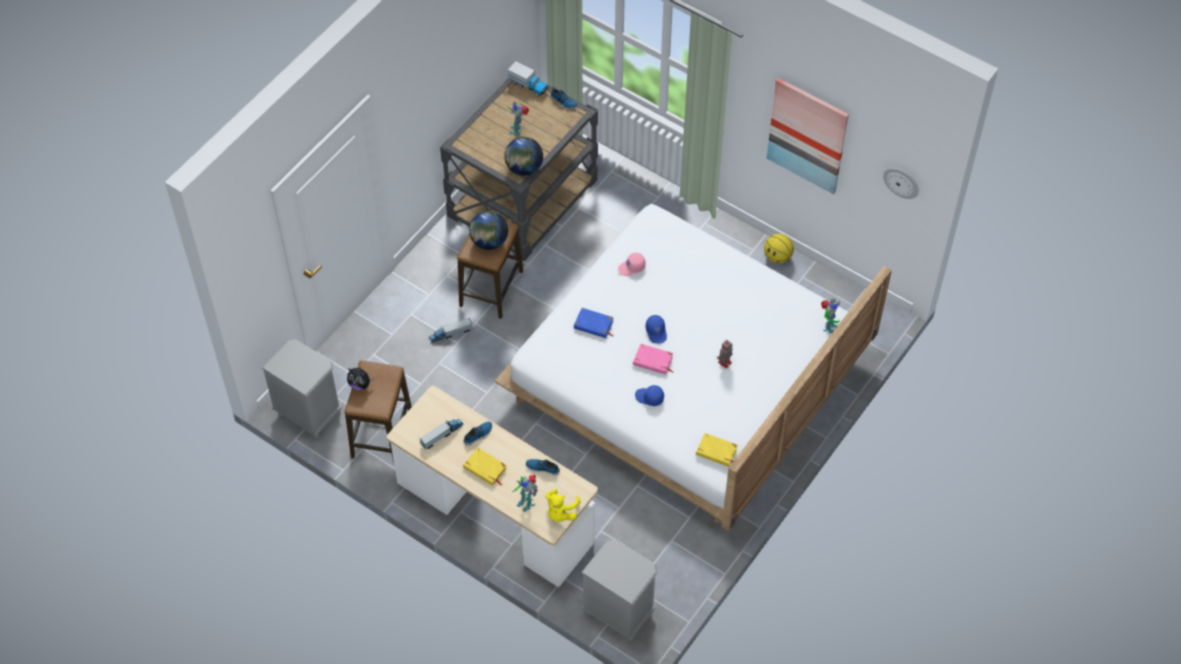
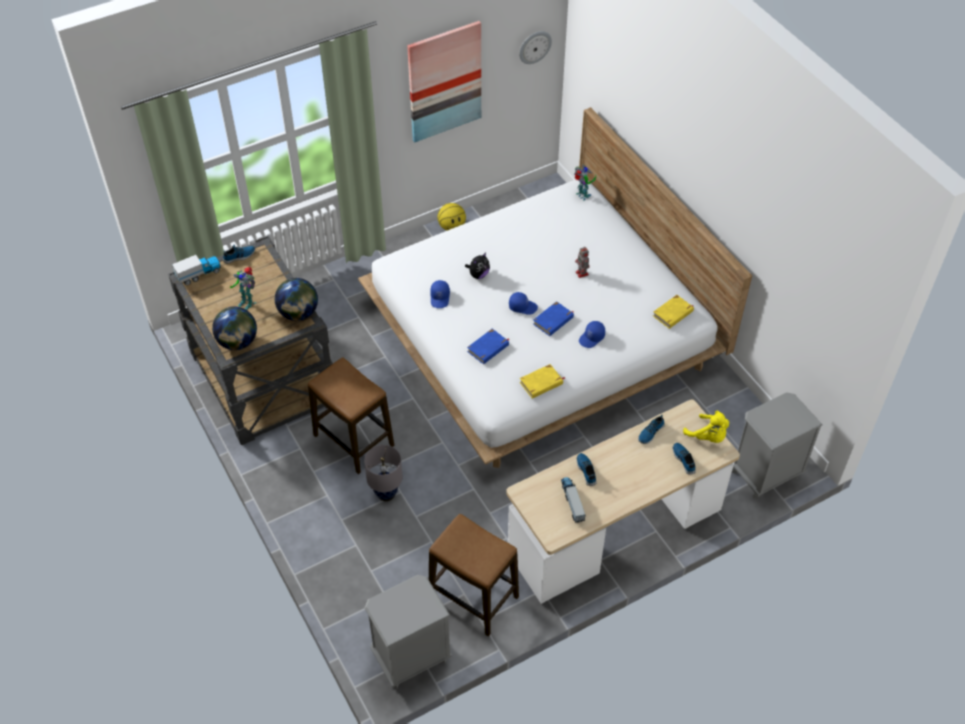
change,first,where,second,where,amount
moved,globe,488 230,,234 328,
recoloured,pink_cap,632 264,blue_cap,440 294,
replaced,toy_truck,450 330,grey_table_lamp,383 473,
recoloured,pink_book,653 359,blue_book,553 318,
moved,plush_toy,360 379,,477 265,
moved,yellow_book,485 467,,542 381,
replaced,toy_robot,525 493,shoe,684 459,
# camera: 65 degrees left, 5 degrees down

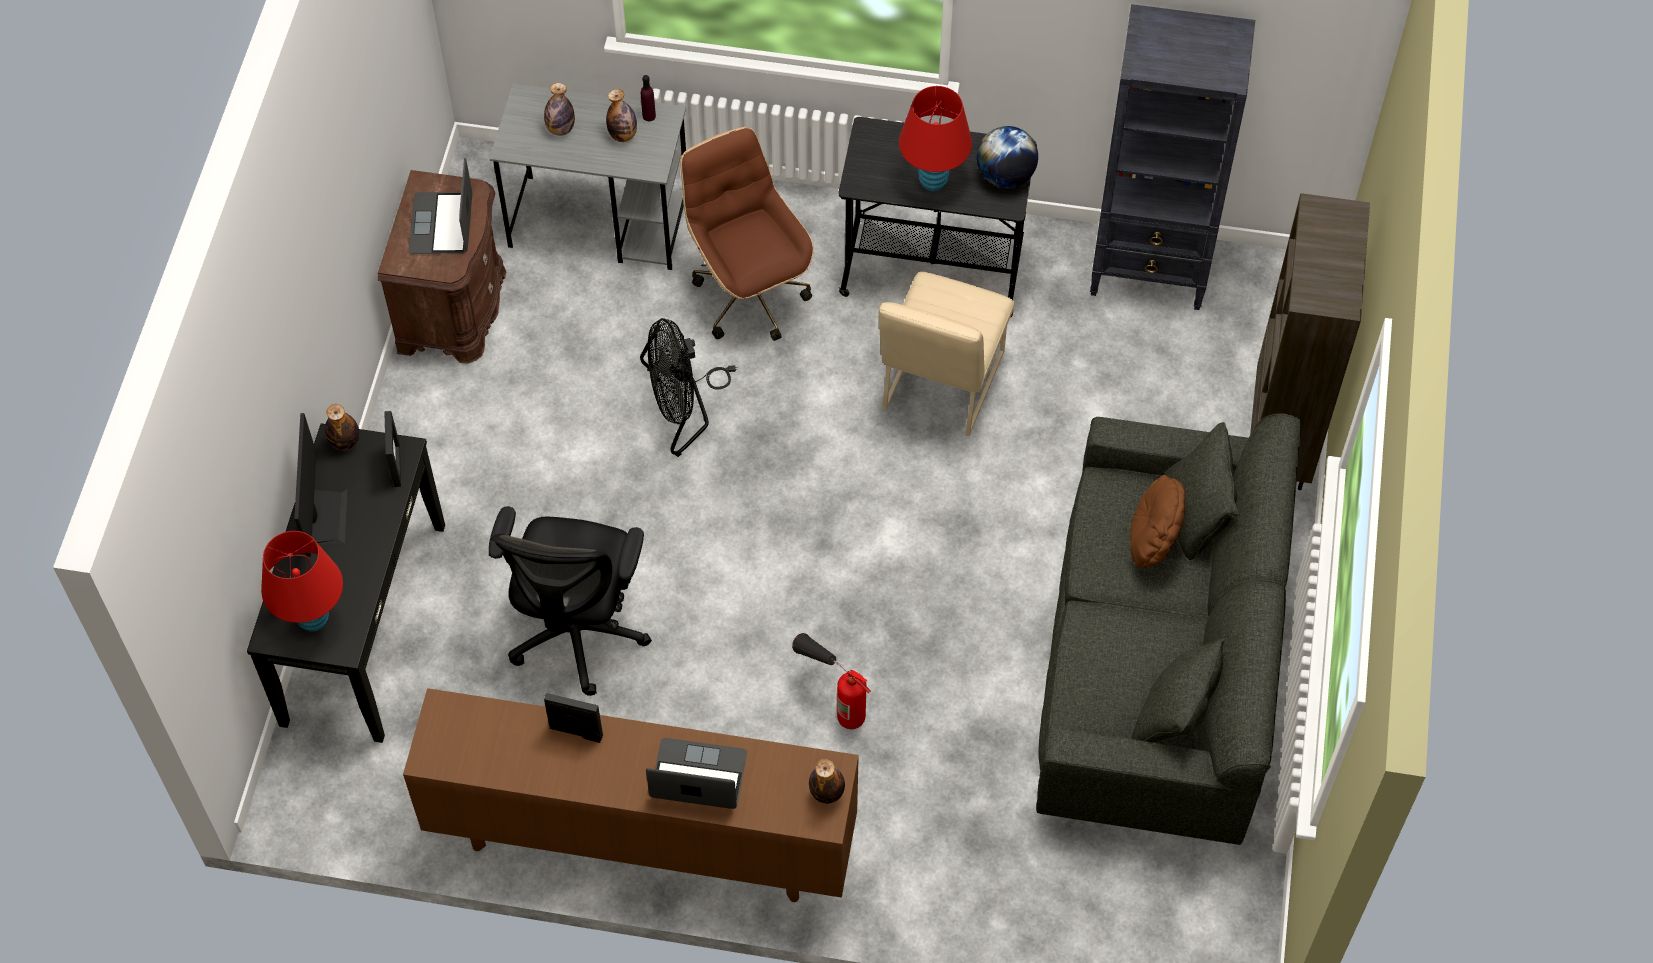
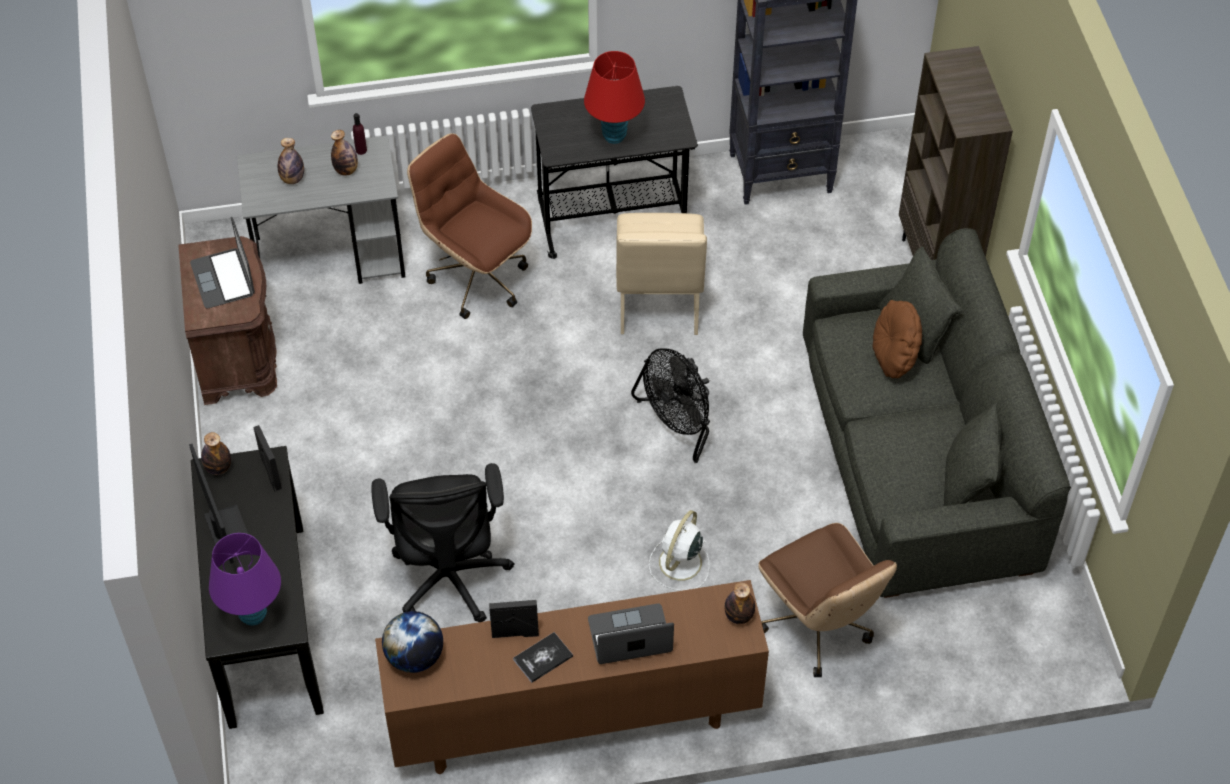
change,first,where,second,where,amount
moved,globe,1007 157,,412 642,
moved,black_fan,688 387,,670 405,
recoloured,red_table_lamp,302 581,purple_table_lamp,245 579,
replaced,fire_extinguisher,831 681,white_fan,679 550,
added,,,brown_office_chair,827 600,
added,,,book,543 657,
# camera: 20 degrees left, 5 degrees down

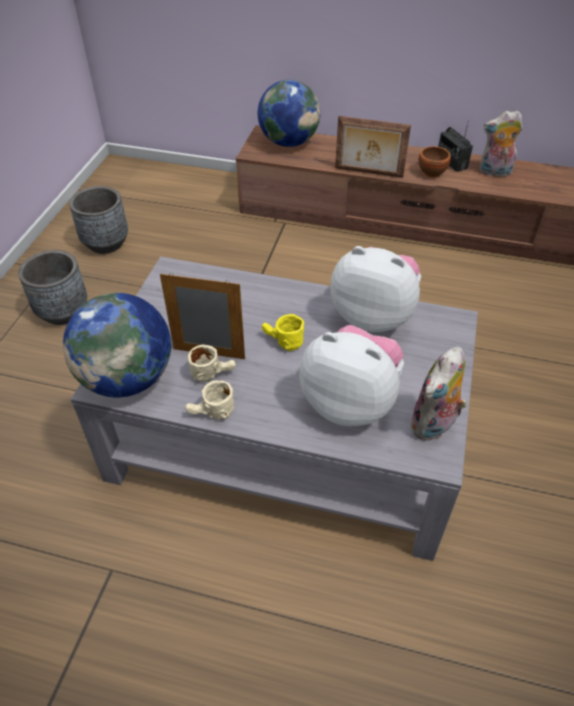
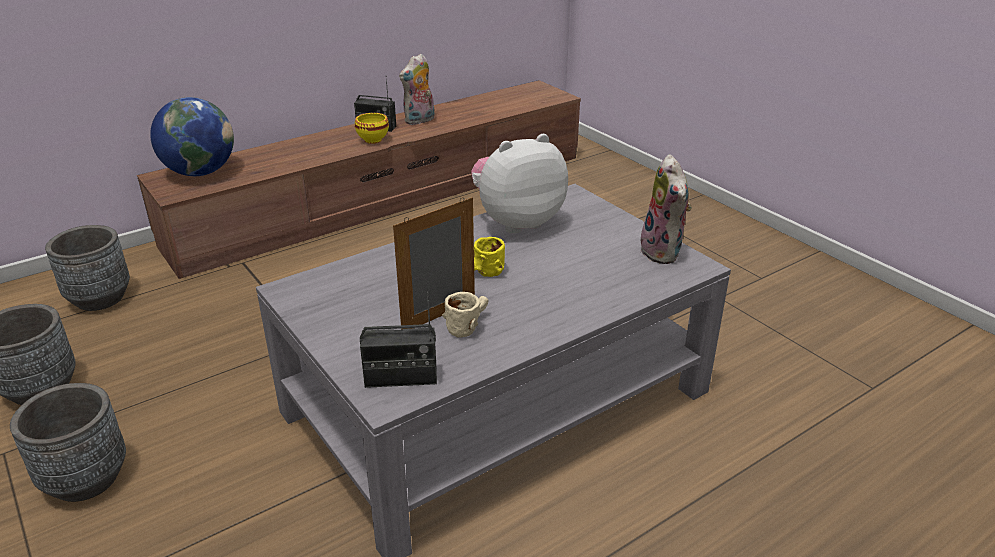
change,first,where,second,where,amount
removed,picture_frame,373 147,,,
recoloured,brown_bowl,434 162,yellow_bowl,372 128,
replaced,globe,117 345,radio,398 340,
removed,plush_toy,351 375,,,
removed,beige_mug,209 400,,,
added,,,grey_planter,87 268,
# camera: 50 degrees left, 15 degrees down

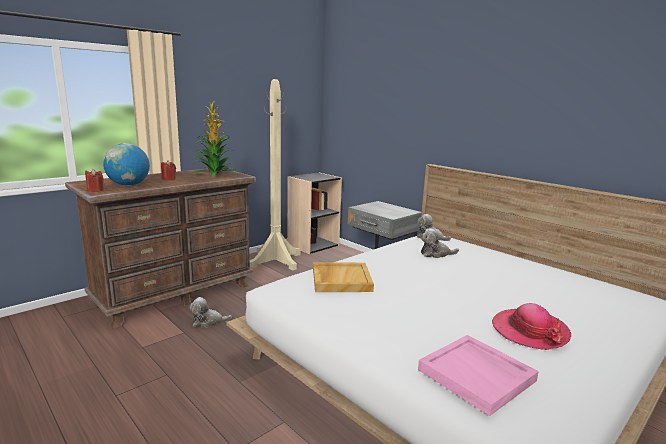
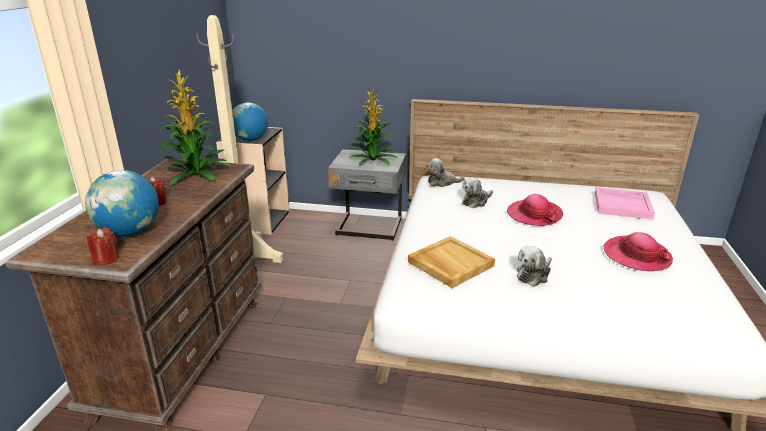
change,first,where,second,where,amount
moved,plush_toy,210 312,,534 266,
moved,pink_tray,478 375,,625 203,
added,,,potted_plant,373 127,
added,,,globe,250 121,
added,,,hat,535 210,
# camera: 35 degrees left, 10 degrees up

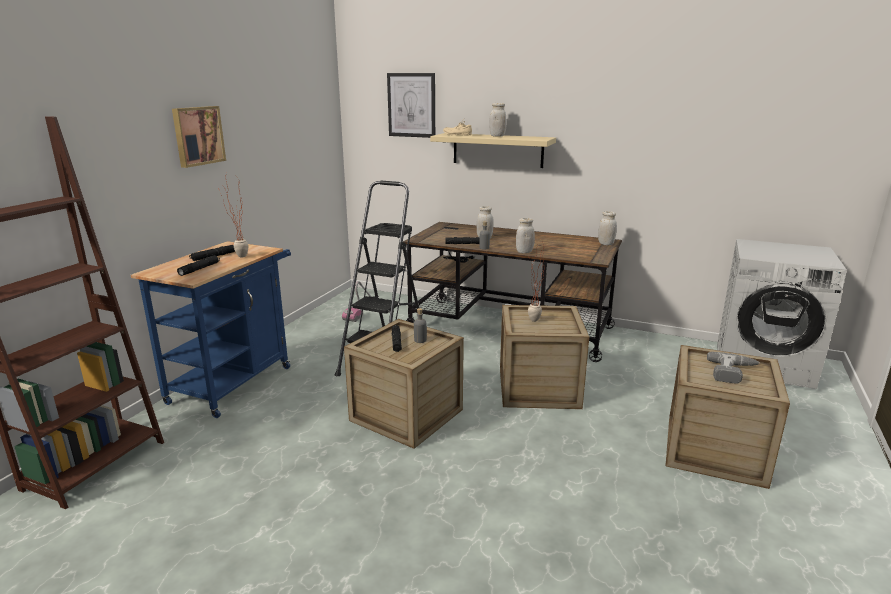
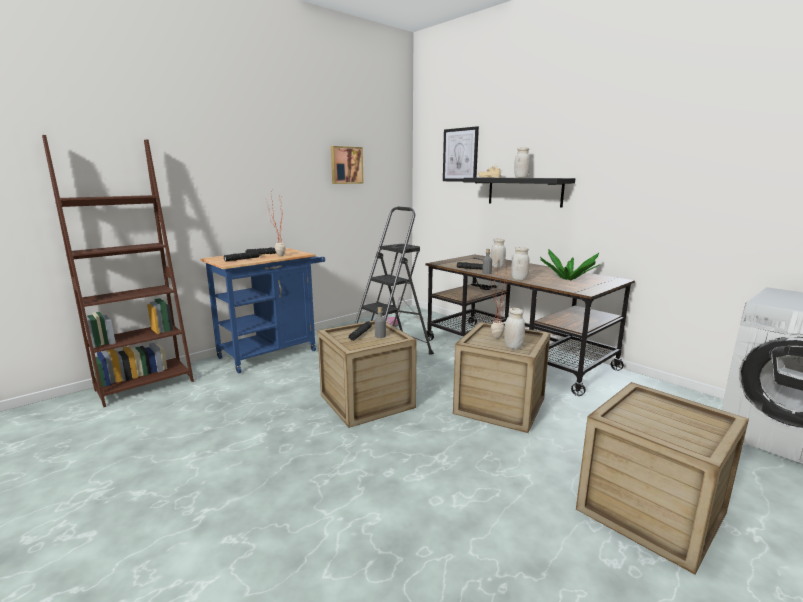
change,first,where,second,where,amount
moved,picture,199 137,,347 165,
recoloured,beige_shelf,493 150,black_shelf,519 193,
moved,white_jar,607 228,,514 328,
removed,power_drill,733 368,,,
added,,,potted_plant,570 265,
# camera: 25 degrees right, 5 degrees down

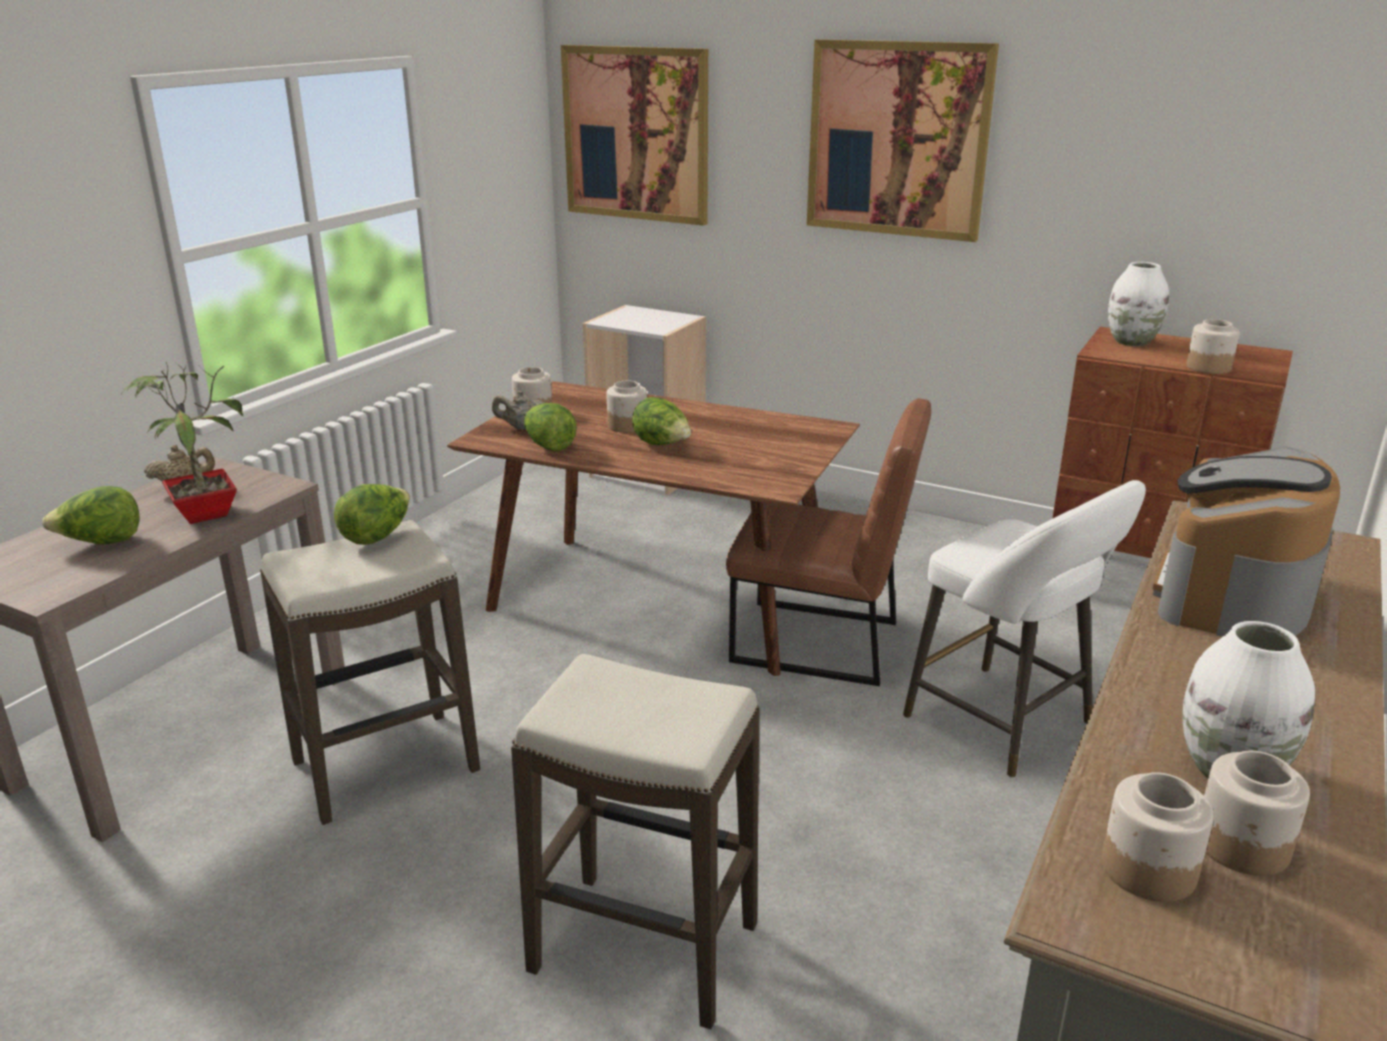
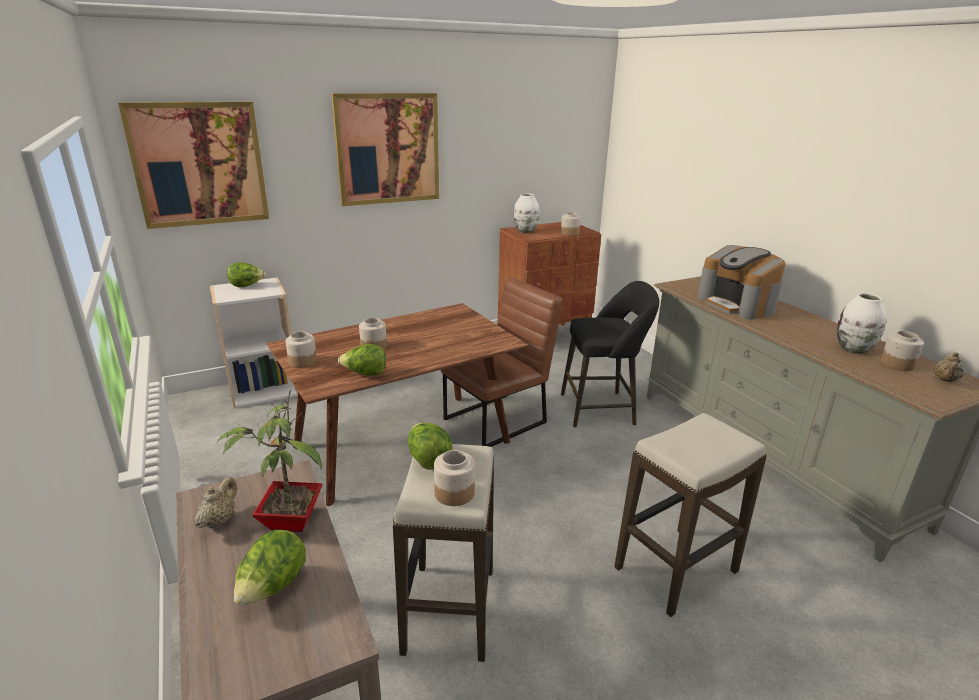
change,first,where,second,where,amount
moved,beige_teapot,518 410,,949 367,
moved,lettuce,661 421,,246 274,
recoloured,white_stool,1024 629,black_stool,610 354,
moved,jar,1158 837,,454 478,
# camera: 55 degrees left, 0 degrees up

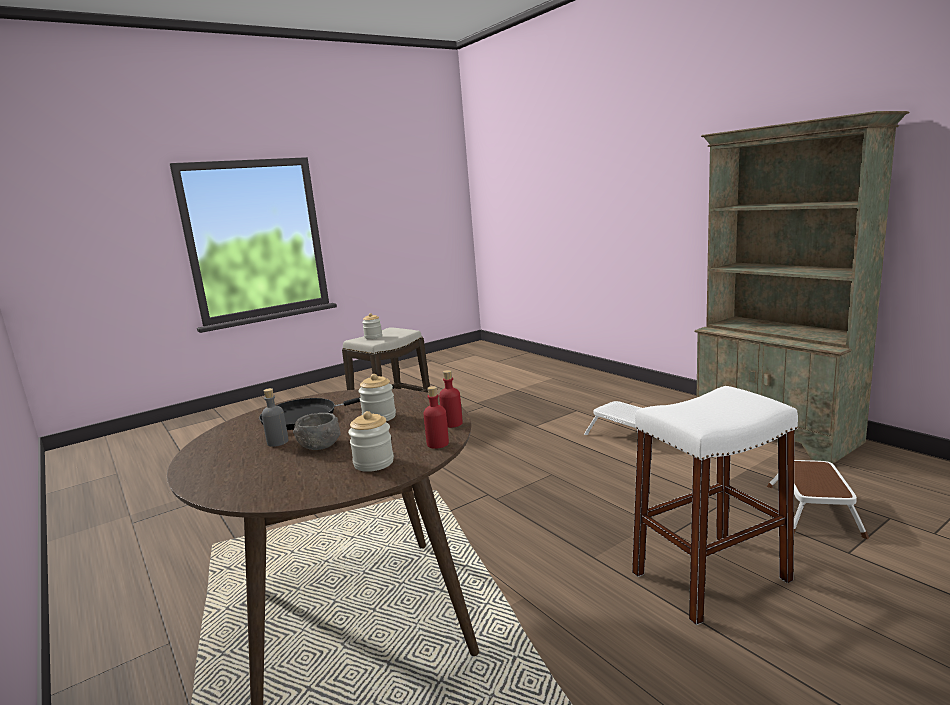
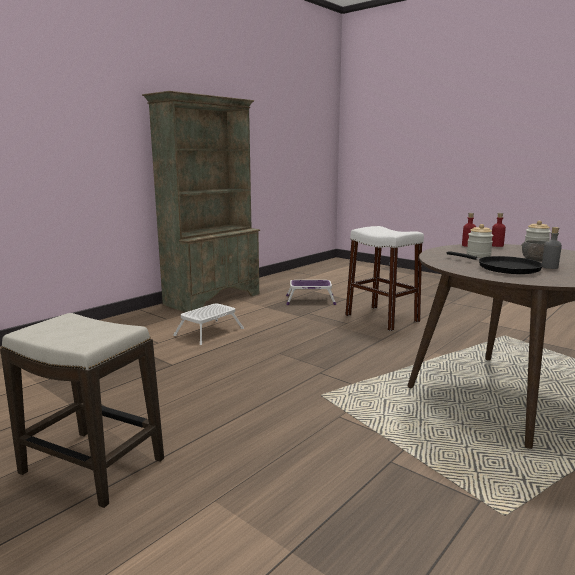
change,first,where,second,where,amount
removed,jar,372 326,,,
recoloured,brown_step_ladder,818 499,purple_step_ladder,311 292,
# camera: 105 degrees left, 0 degrees up

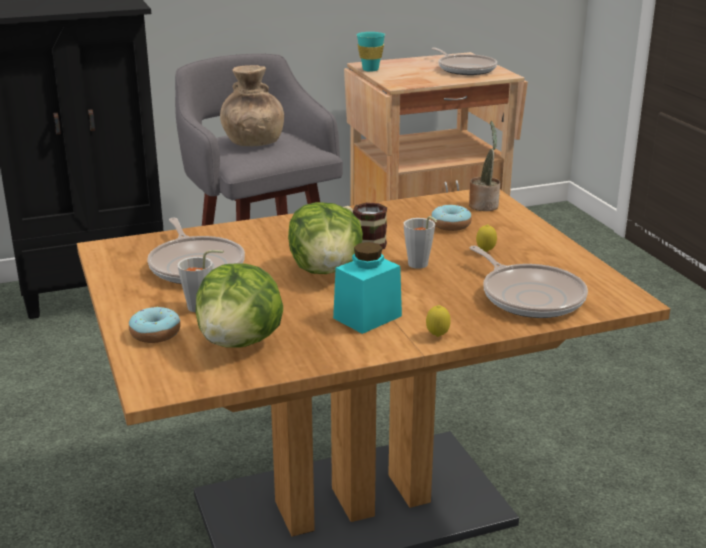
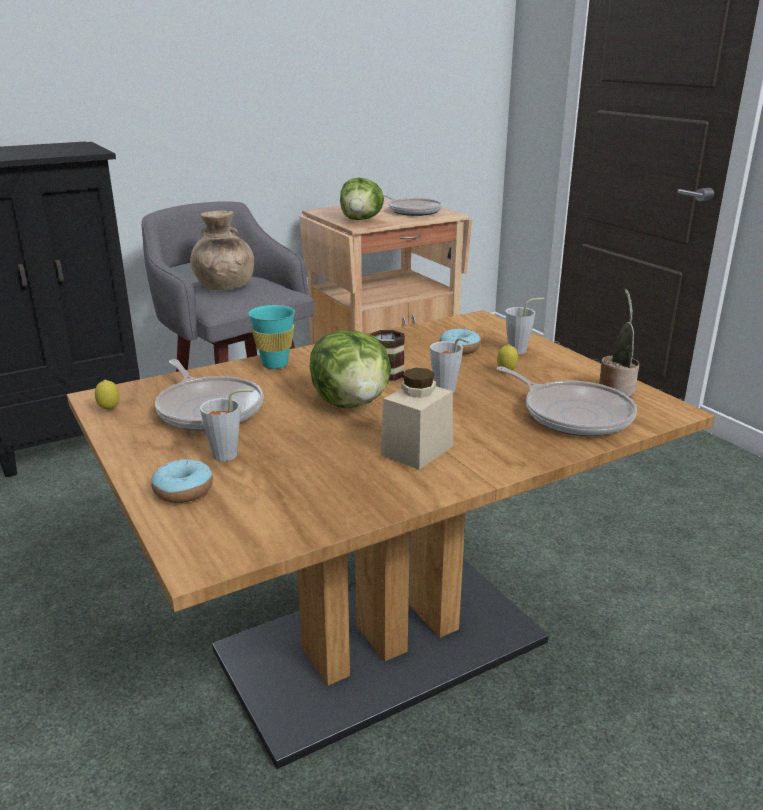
change,first,where,second,where,amount
moved,turquoise_cup,371 52,,272 337,
moved,potted_plant,484 166,,619 342,
recoloured,turquoise_jar,367 288,beige_jar,416 419,
moved,lettuce,239 305,,362 199,
moved,lemon,438 321,,107 395,
added,,,grey_cup,524 326,
# camera: 10 degrees left, 0 degrees up

